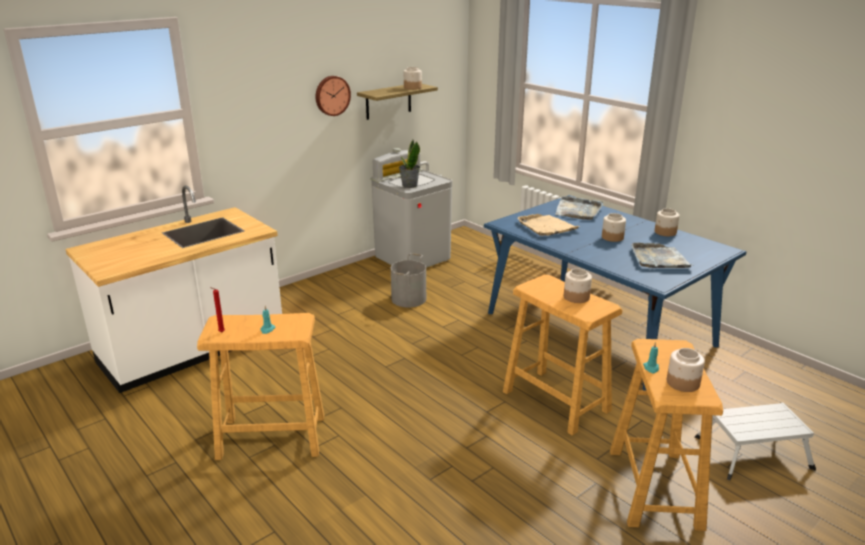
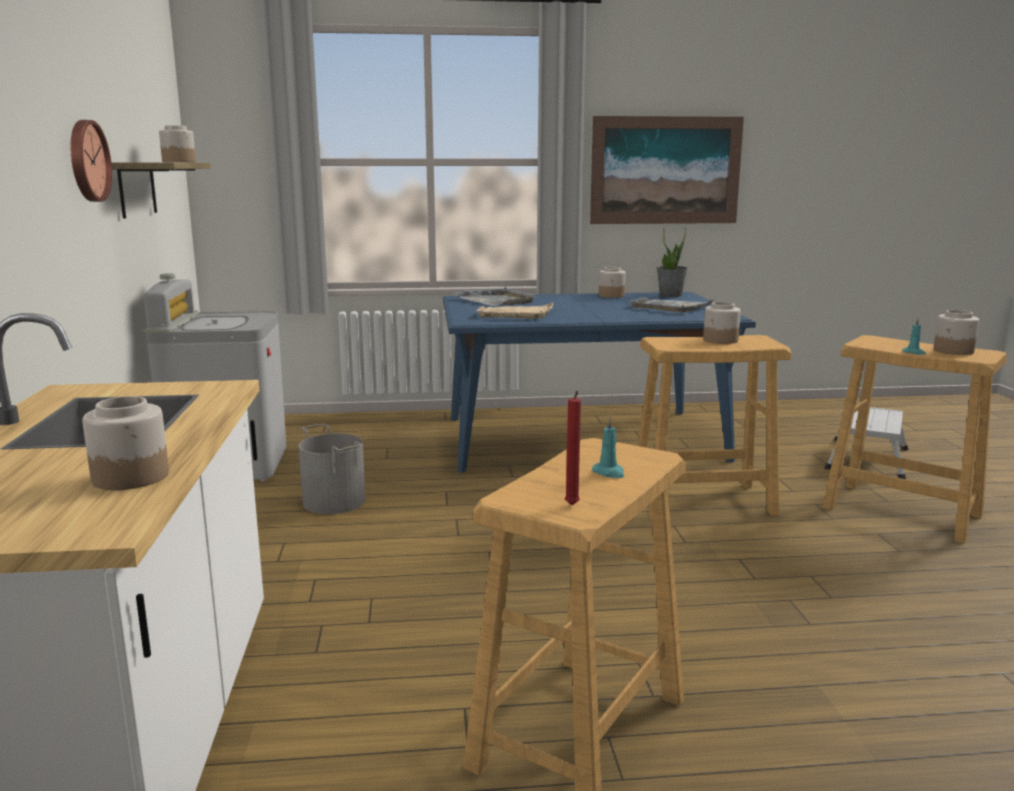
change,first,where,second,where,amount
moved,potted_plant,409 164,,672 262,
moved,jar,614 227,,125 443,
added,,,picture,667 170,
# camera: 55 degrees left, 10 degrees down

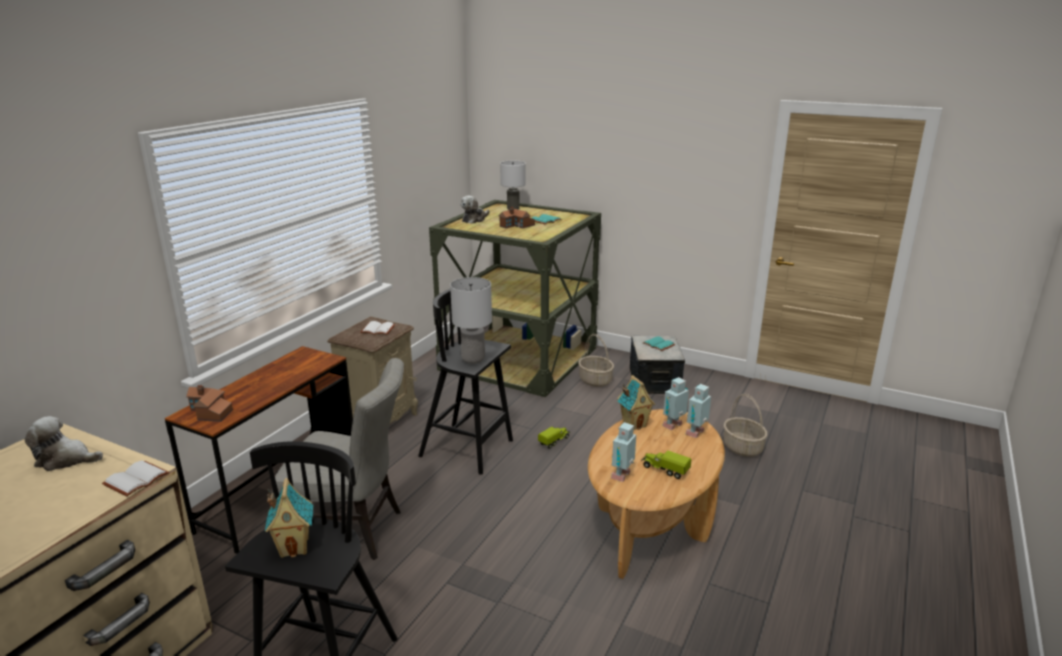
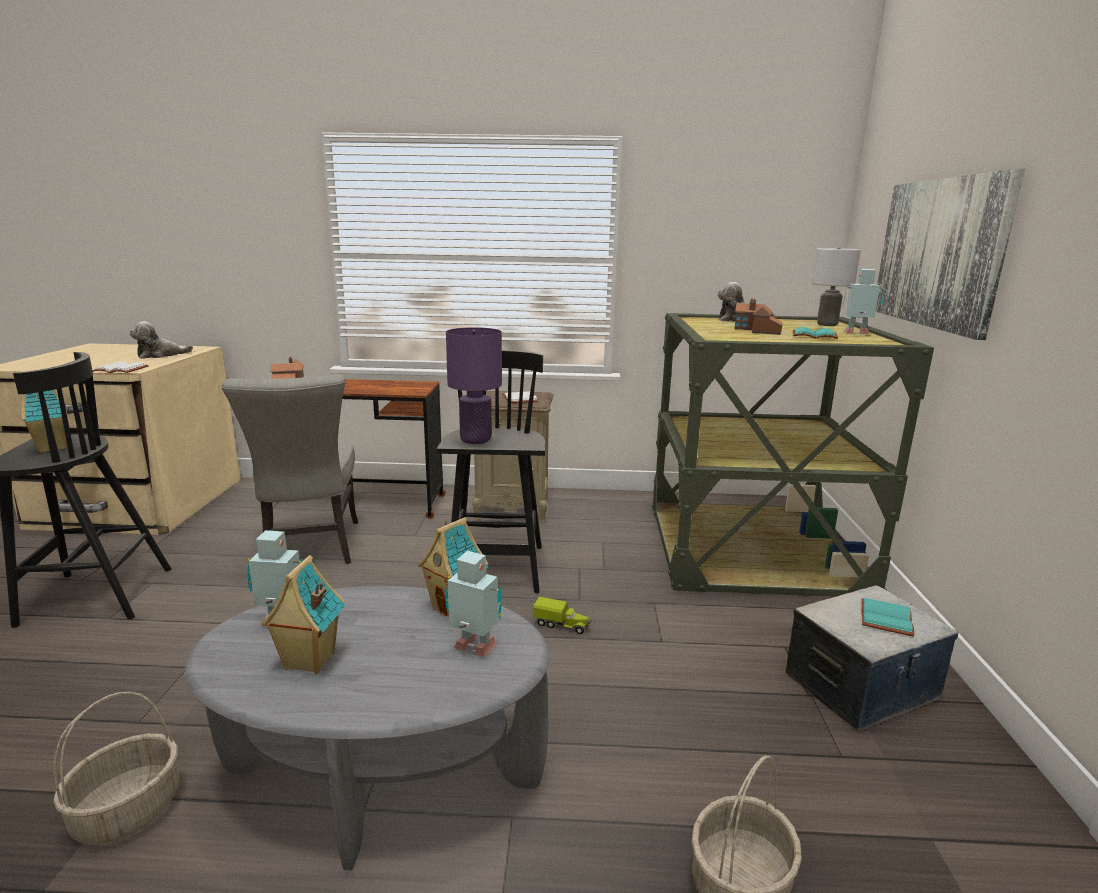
change,first,where,second,where,amount
recoloured,grey_table_lamp,471 320,purple_table_lamp,474 385,
moved,basket,596 360,,116 768,
moved,toy_robot,698 411,,864 301,
recoloured,brown_coffee_table,656 494,grey_coffee_table,367 728,
turned,plush_toy,64 443,,161 340,105 degrees counterclockwise
replaced,toy_truck,666 464,toy_house,303 614,
added,,,picture,950 254,
# camera: 65 degrees right, 5 degrees down

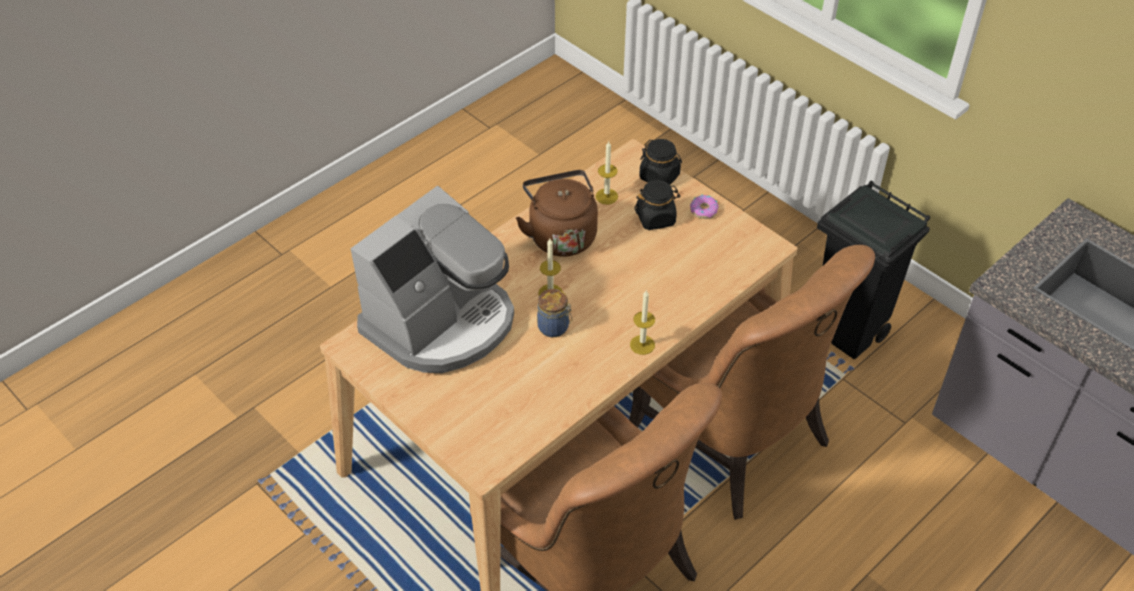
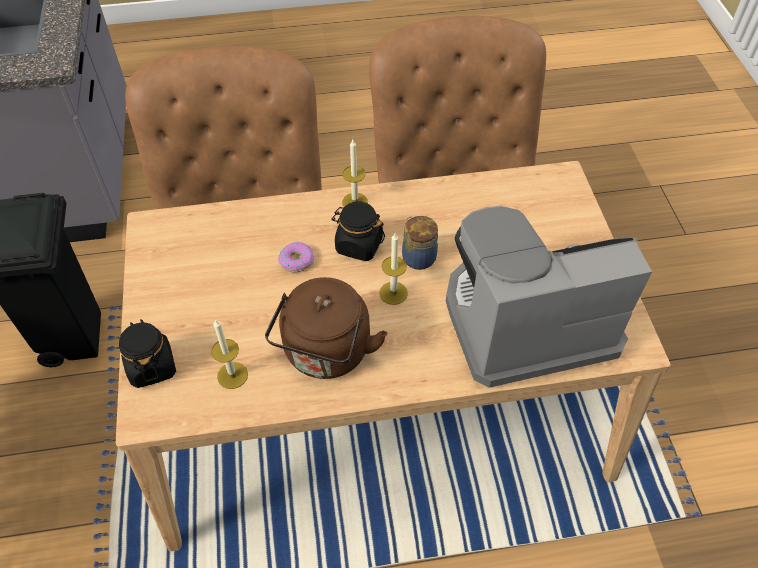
change,first,where,second,where,amount
moved,black_jar,657 205,,358 231,
moved,donut,704 207,,296 257,
# camera: 145 degrees left, 5 degrees up

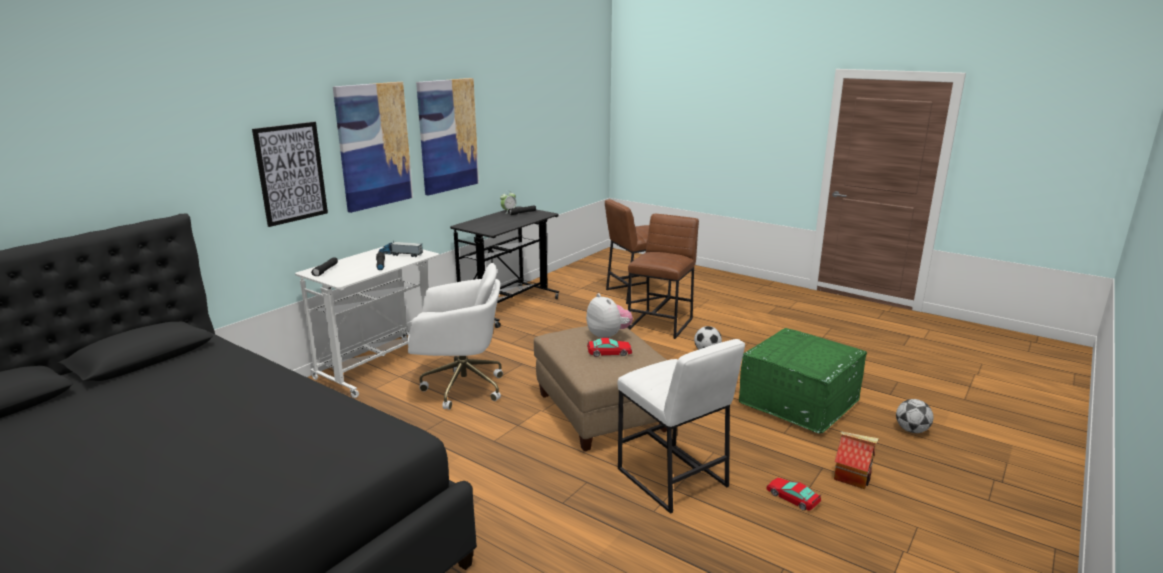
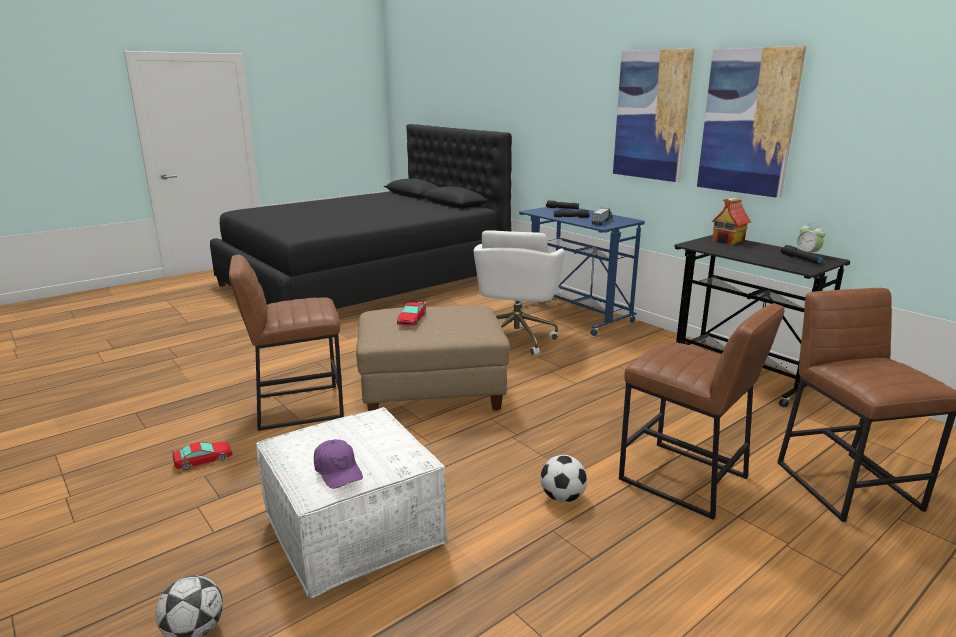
change,first,where,second,where,amount
removed,picture,290 174,,,
recoloured,white_desk,367 322,blue_desk,582 271,
removed,plush_toy,609 315,,,
recoloured,green_ottoman,803 380,white_ottoman,351 502,
recoloured,white_chair,681 426,brown_chair,286 342,
moved,toy_house,856 460,,731 221,
added,,,purple_cap,338 464,
# camera: 105 degrees right, 0 degrees up

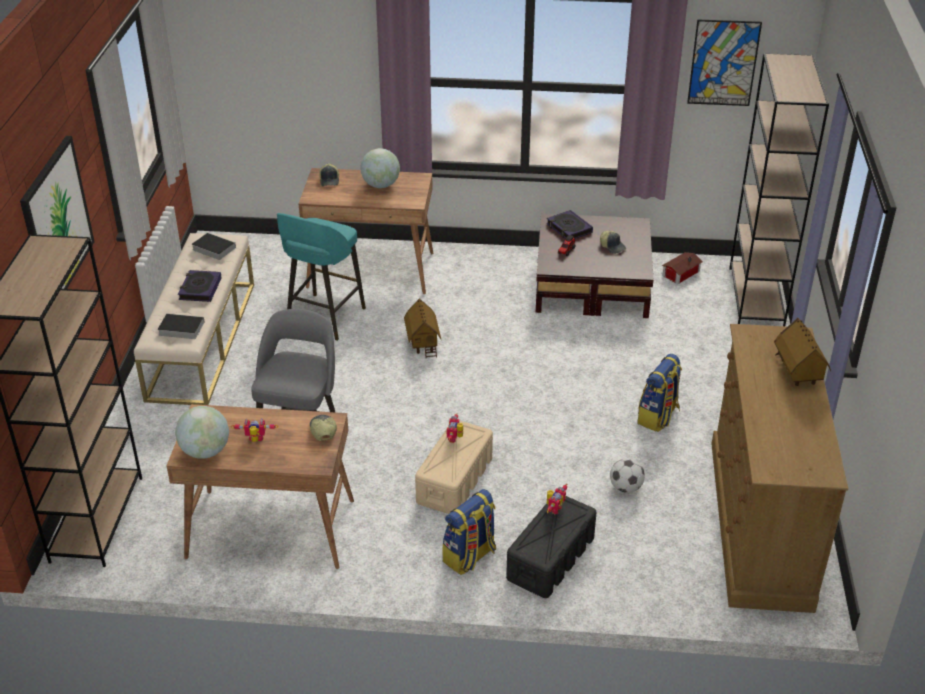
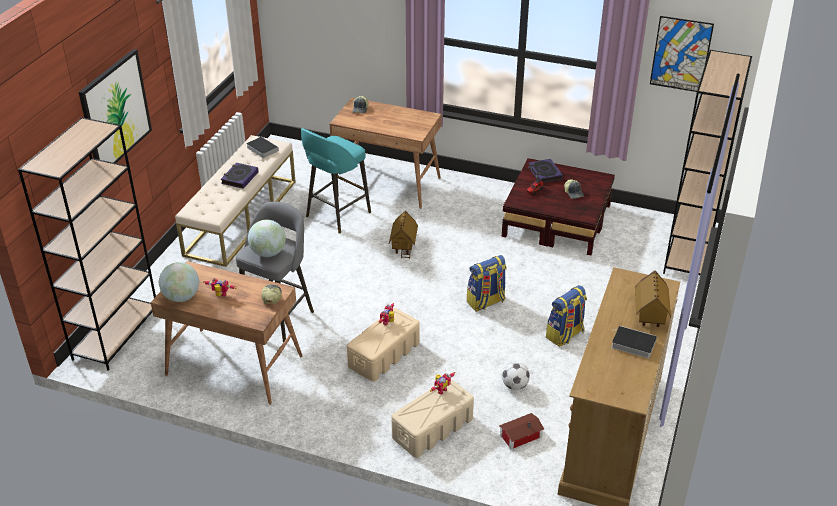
change,first,where,second,where,amount
moved,globe,380 168,,267 238,
moved,toy_house,682 268,,521 431,
moved,book,181 326,,634 342,
moved,backpack,469 532,,487 283,
recoloured,black_storage_box,551 547,beige_storage_box,432 418,
# camera: 15 degrees right, 0 degrees up

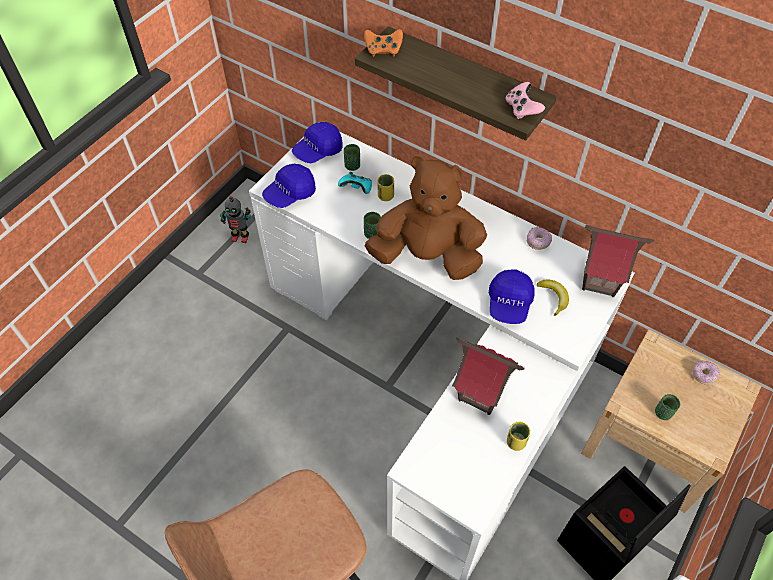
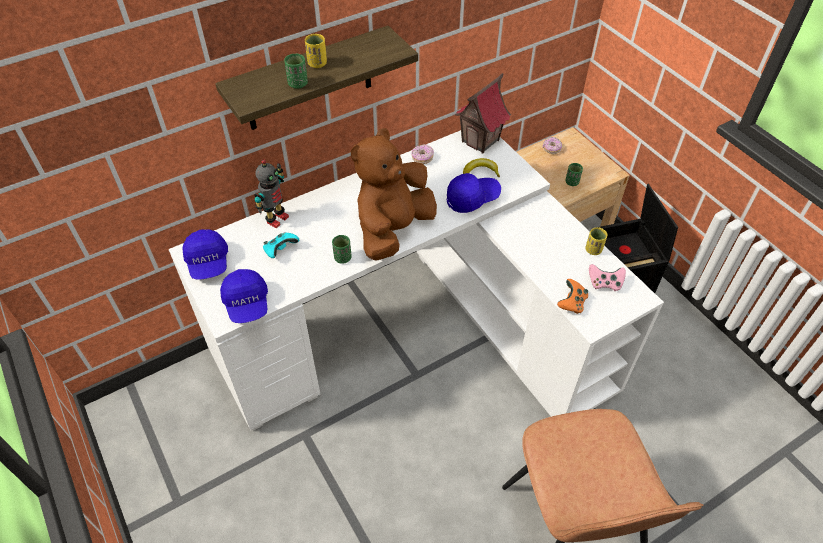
change,first,where,second,where,amount
moved,orange_game_controller,383 43,,572 296,
moved,pink_game_controller,525 100,,607 277,
moved,green_cup,352 157,,296 71,
moved,yellow_cup,385 187,,316 51,
moved,toy_robot,235 219,,271 193,
turned,blue_cap,512 296,,474 193,60 degrees counterclockwise
removed,toy_house,488 376,,,
# camera: 65 degrees left, 5 degrees down

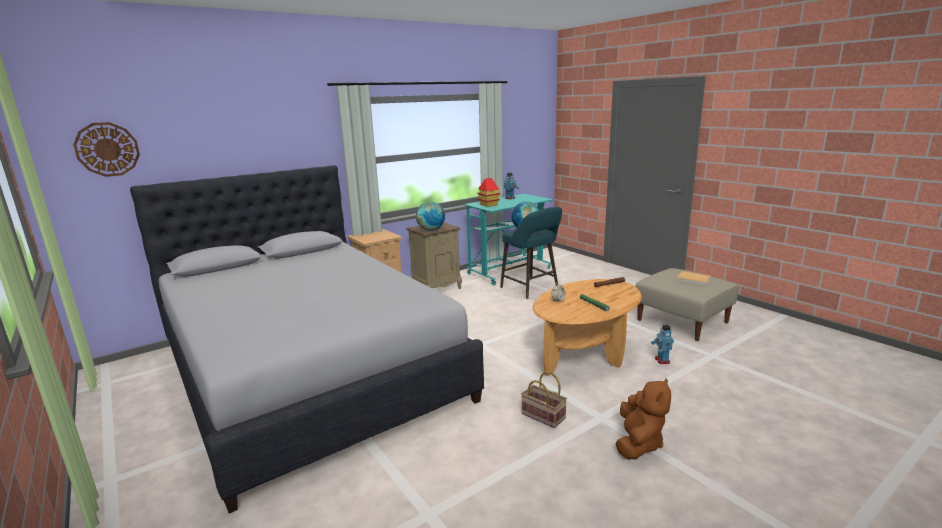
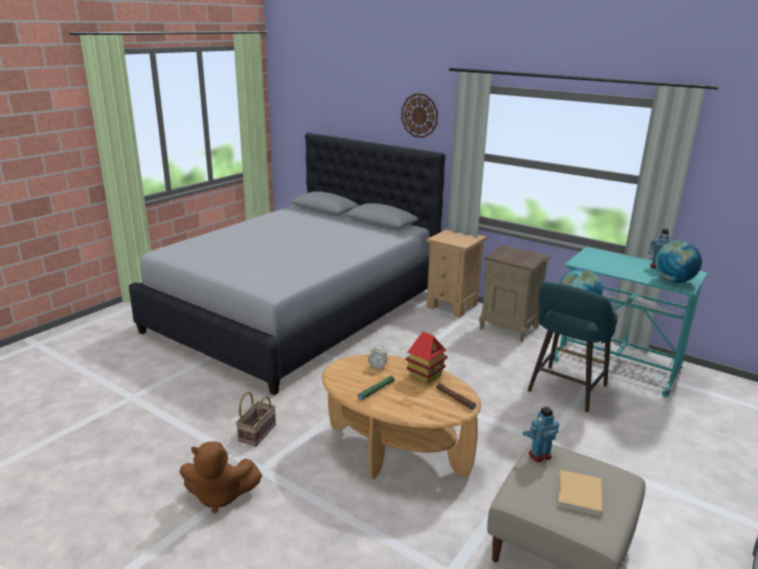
change,first,where,second,where,amount
moved,wall_clock,106 149,,419 115,
moved,toy_house,488 192,,427 358,
moved,globe,430 216,,678 262,
moved,toy_robot,662 344,,541 434,
# camera: 70 degrees right, 5 degrees up

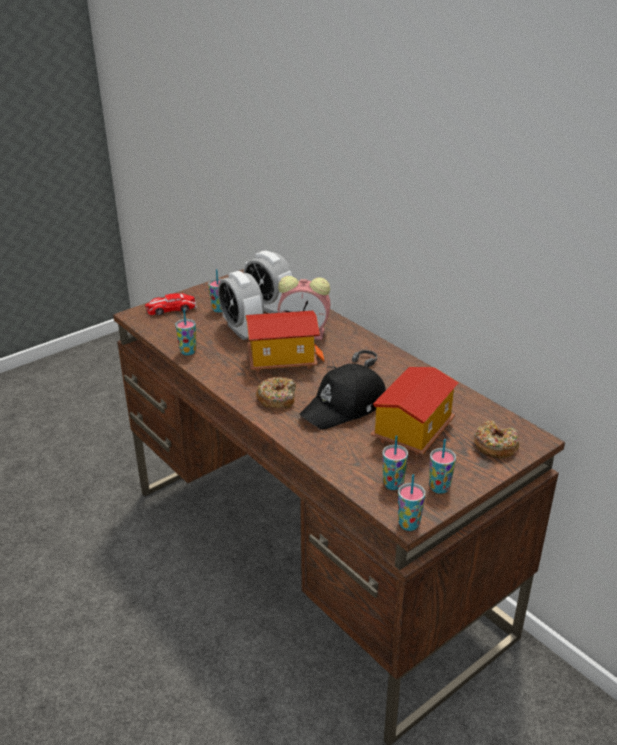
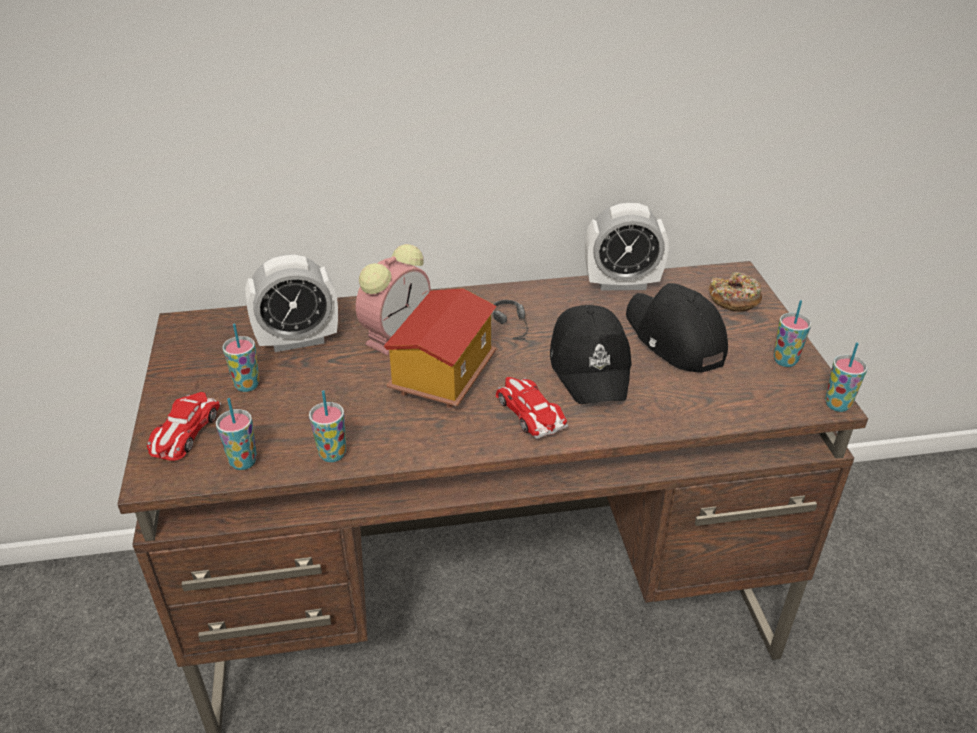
change,first,where,second,where,amount
moved,alarm_clock,241 305,,627 246,
replaced,toy_house,415 411,black_cap,677 328,
replaced,donut,276 393,toy_car,532 408,
moved,cup,395 462,,236 434,
# camera: 60 degrees left, 5 degrees up

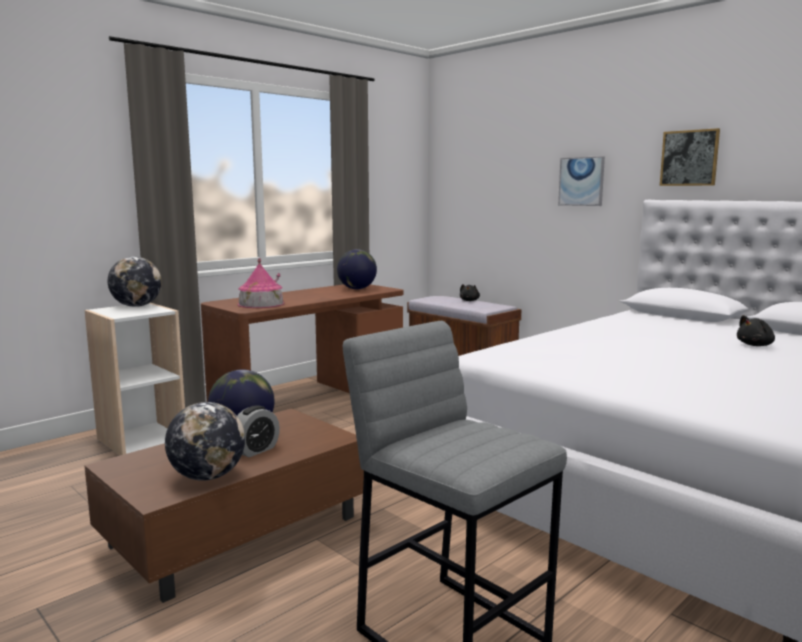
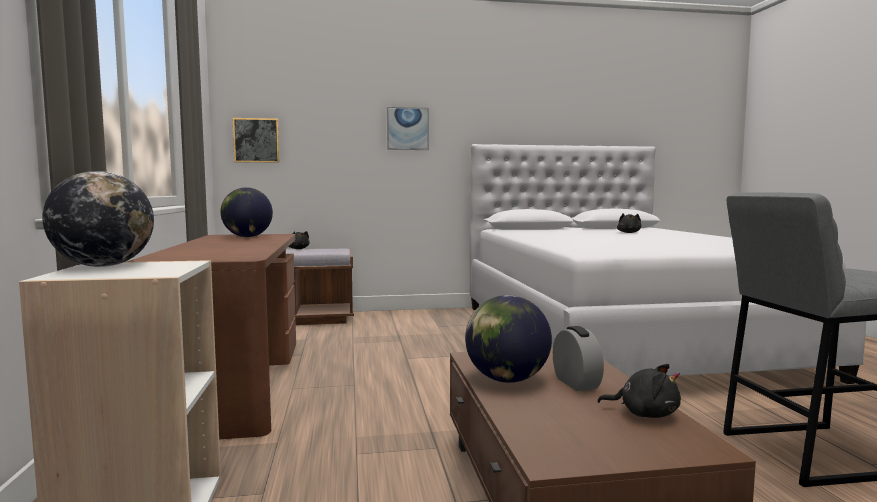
change,first,where,second,where,amount
moved,picture,690 157,,256 140,
removed,toy_house,261 283,,,
replaced,globe,205 441,black_plush_toy,639 391,
# camera: 55 degrees left, 5 degrees down

